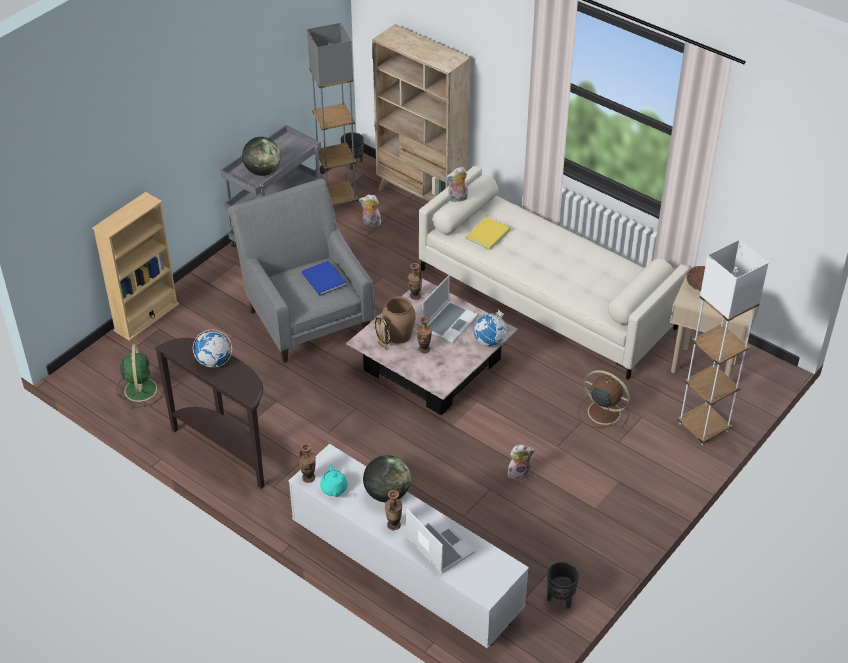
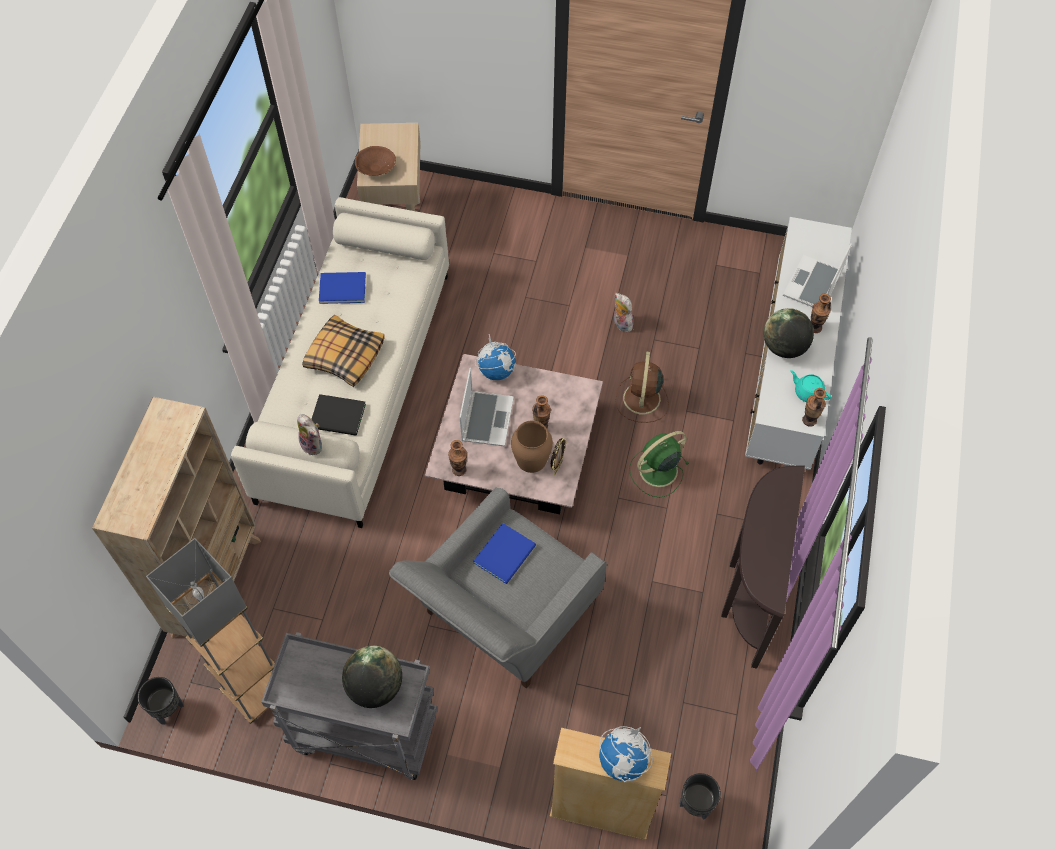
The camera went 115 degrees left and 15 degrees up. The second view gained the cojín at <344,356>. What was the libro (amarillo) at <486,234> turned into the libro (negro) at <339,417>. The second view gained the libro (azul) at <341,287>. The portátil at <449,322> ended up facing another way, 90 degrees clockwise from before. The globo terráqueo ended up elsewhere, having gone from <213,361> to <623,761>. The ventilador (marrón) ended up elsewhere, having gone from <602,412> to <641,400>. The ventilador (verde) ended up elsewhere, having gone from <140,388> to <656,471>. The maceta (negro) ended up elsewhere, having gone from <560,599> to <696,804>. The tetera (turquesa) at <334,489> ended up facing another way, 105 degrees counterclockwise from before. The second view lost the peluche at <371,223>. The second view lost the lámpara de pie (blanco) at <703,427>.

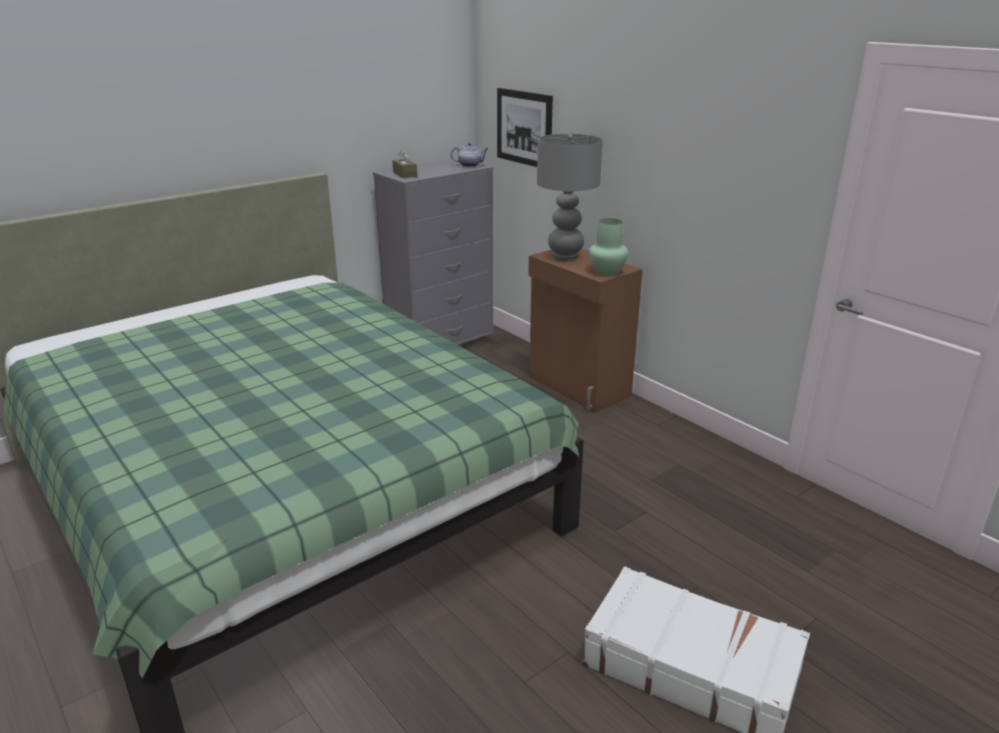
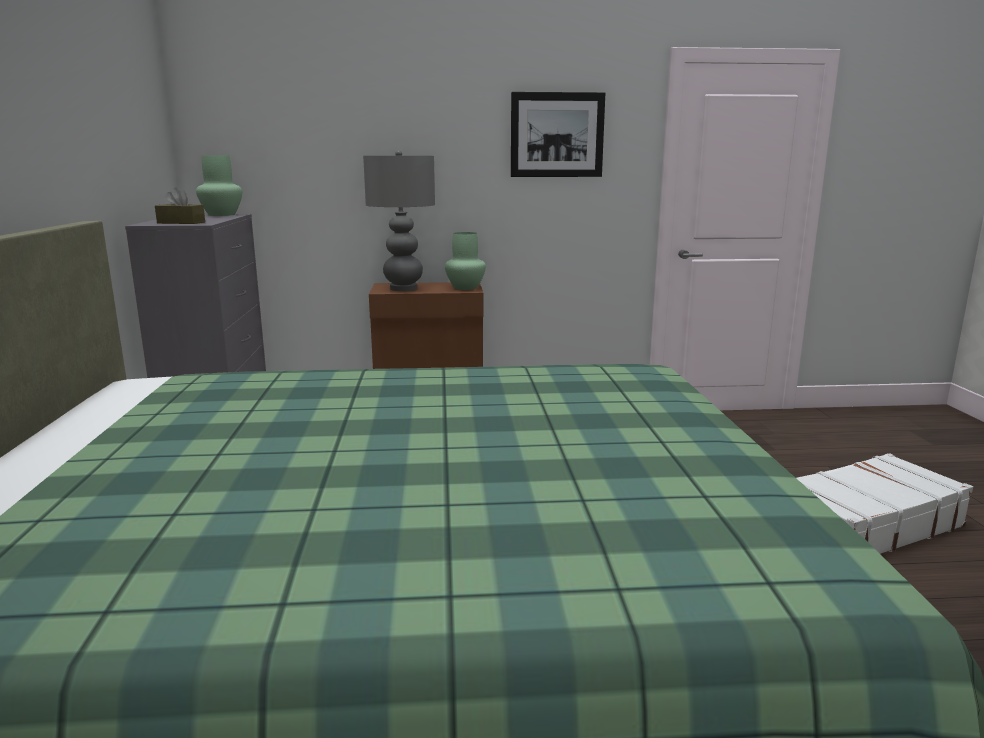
The camera went 55 degrees left and 10 degrees down. Where the tetera stood at <470,165>, the florero (verde) came to stand at <221,214>. The cuadro ended up elsewhere, having gone from <524,128> to <557,135>.

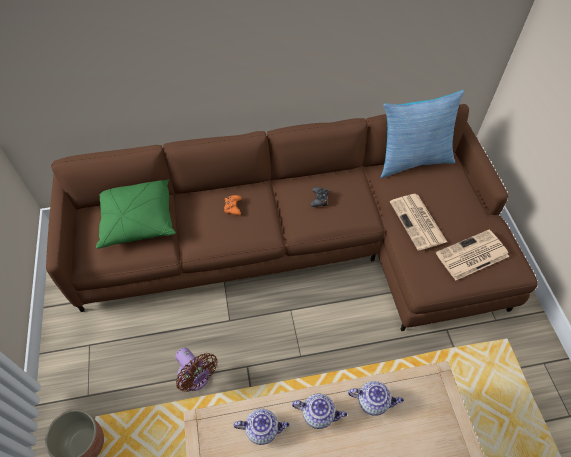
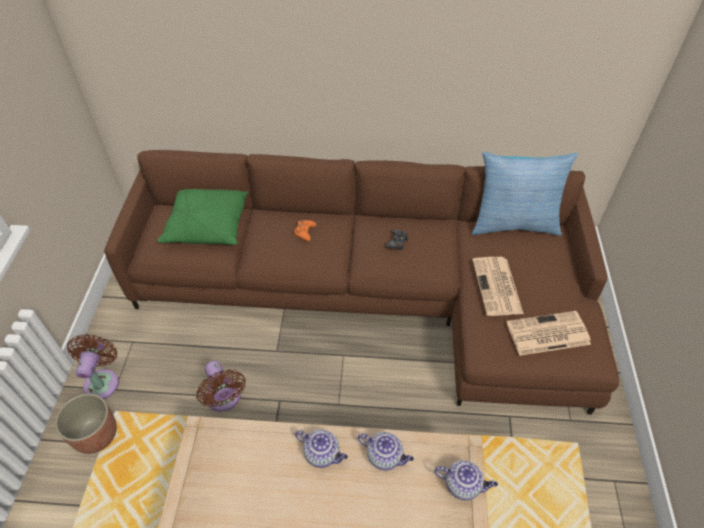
The camera went 15 degrees right and 5 degrees down. The second view gained the ventilador (marrón) at <102,381>. The tetera ended up elsewhere, having gone from <263,429> to <463,485>.

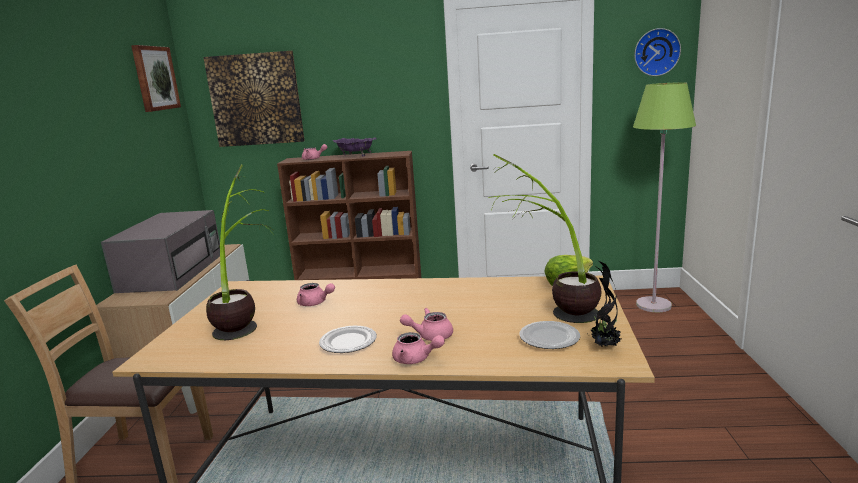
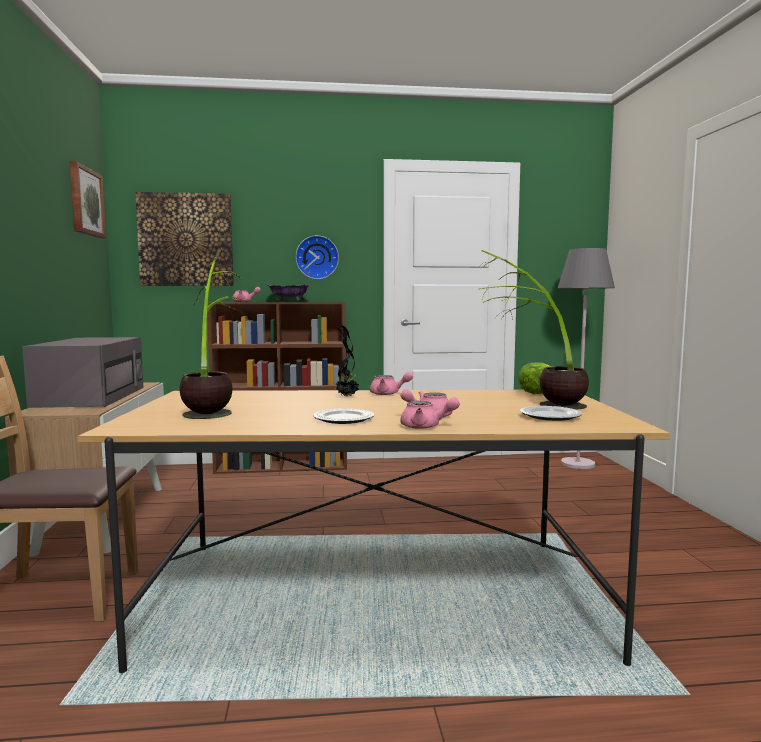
The camera went 10 degrees left and 10 degrees down. The reloj de pared ended up elsewhere, having gone from <656,52> to <317,257>. The planta en maceta ended up elsewhere, having gone from <604,346> to <346,397>. The tetera (rosa) ended up elsewhere, having gone from <315,303> to <388,394>. What was the lámpara de pie (verde) at <653,305> turned into the lámpara de pie (gris) at <577,464>.

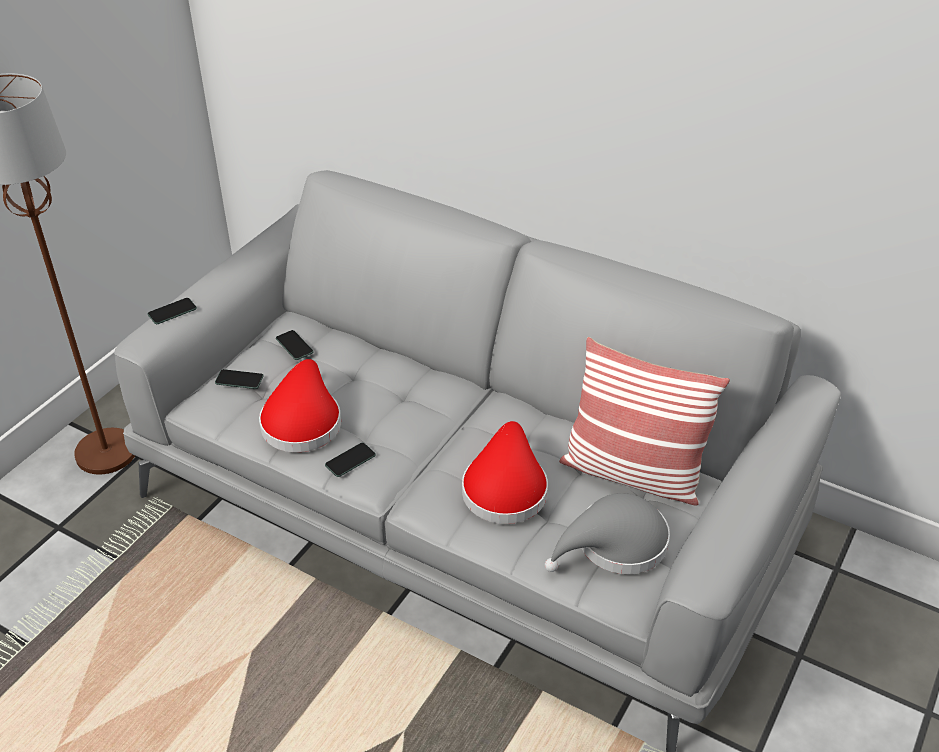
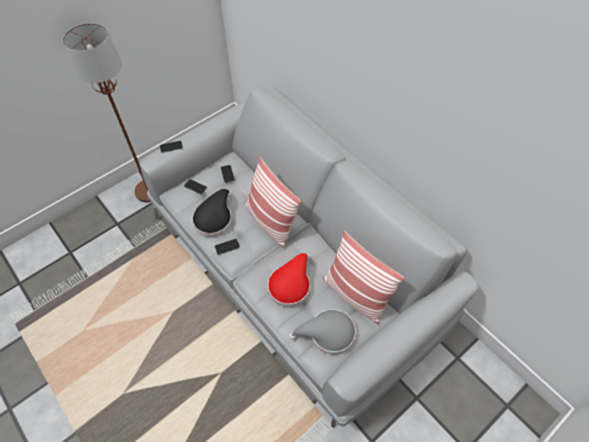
The camera went 20 degrees right and 15 degrees up. What was the sombrero (rojo) at <302,420> turned into the sombrero (negro) at <214,218>. The second view gained the cojín at <270,221>.

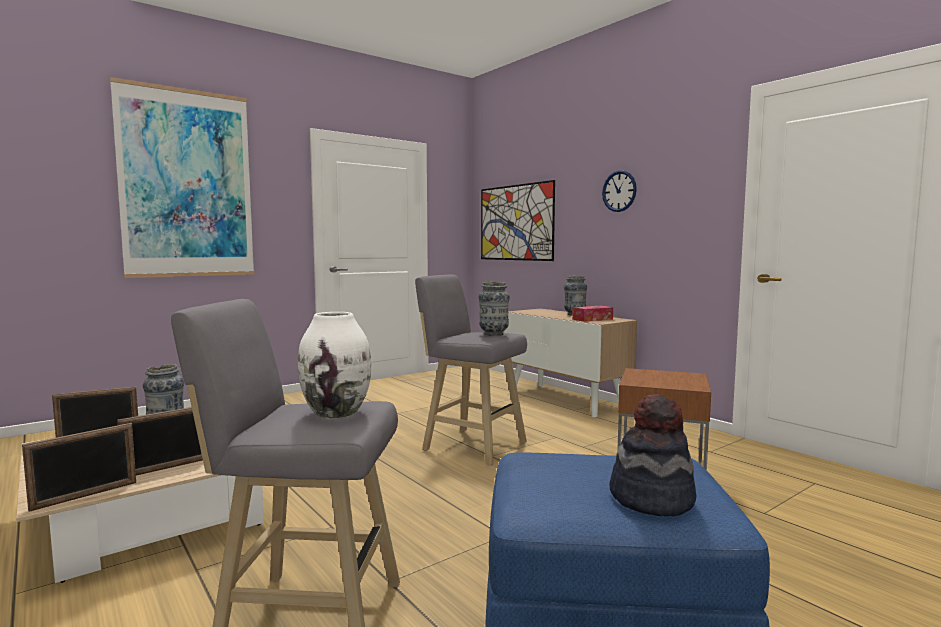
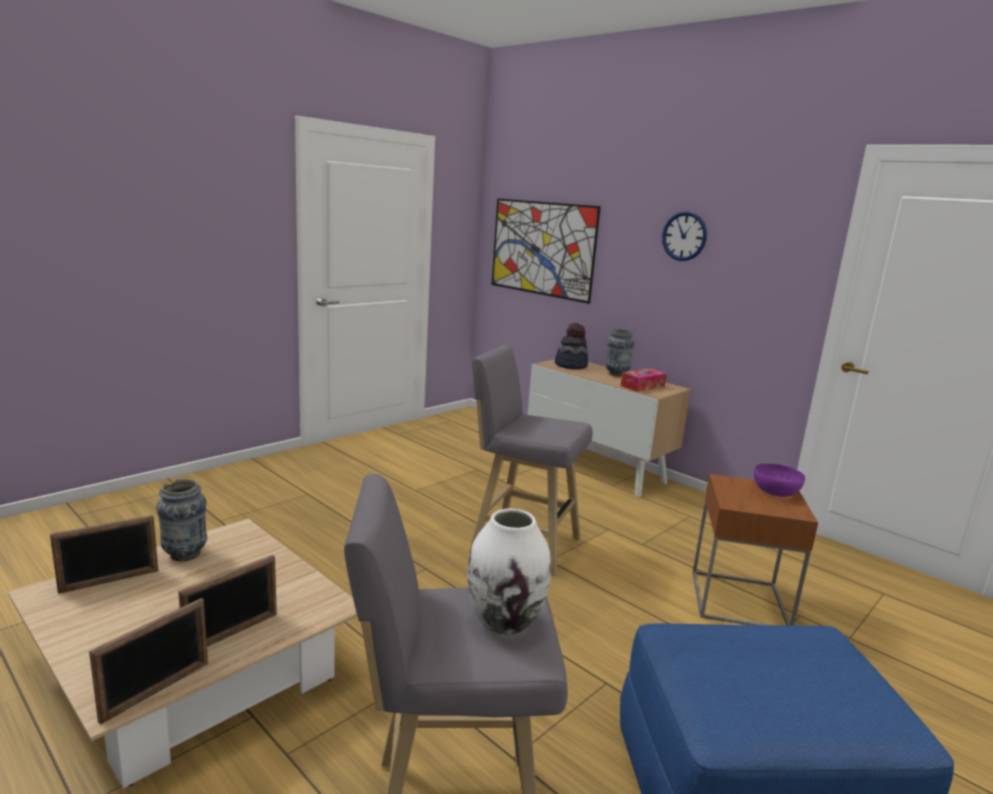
The camera went 10 degrees left and 10 degrees up. The sombrero ended up elsewhere, having gone from <651,499> to <571,365>. The second view gained the cuenco (morado) at <775,492>. The second view lost the cuadro at <187,184>. The second view lost the florero at <494,334>.

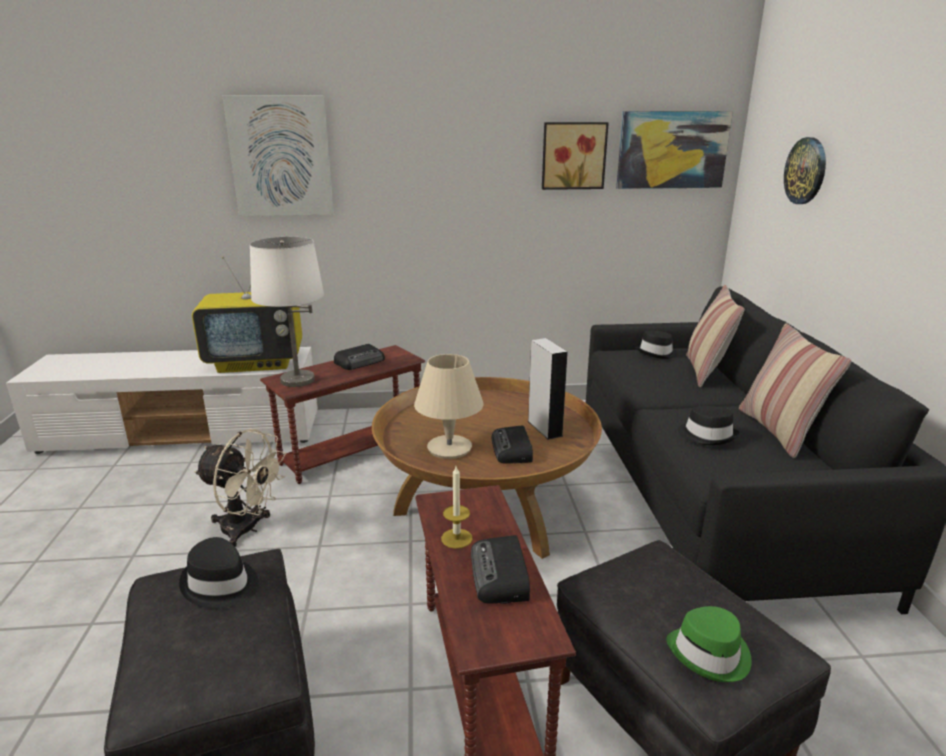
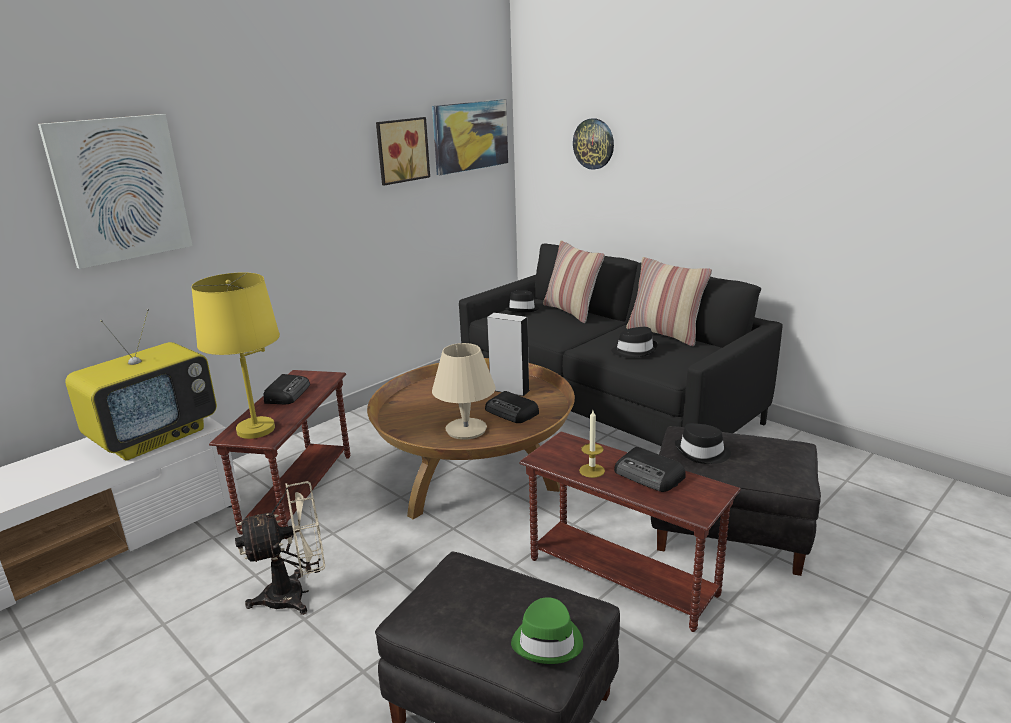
The camera went 40 degrees left and 0 degrees up. What was the lámpara de mesa (blanco) at <297,380> turned into the lámpara de mesa (amarillo) at <256,430>. The sombrero (verde) ended up elsewhere, having gone from <710,654> to <548,641>. The sombrero (negro) ended up elsewhere, having gone from <220,584> to <702,453>.

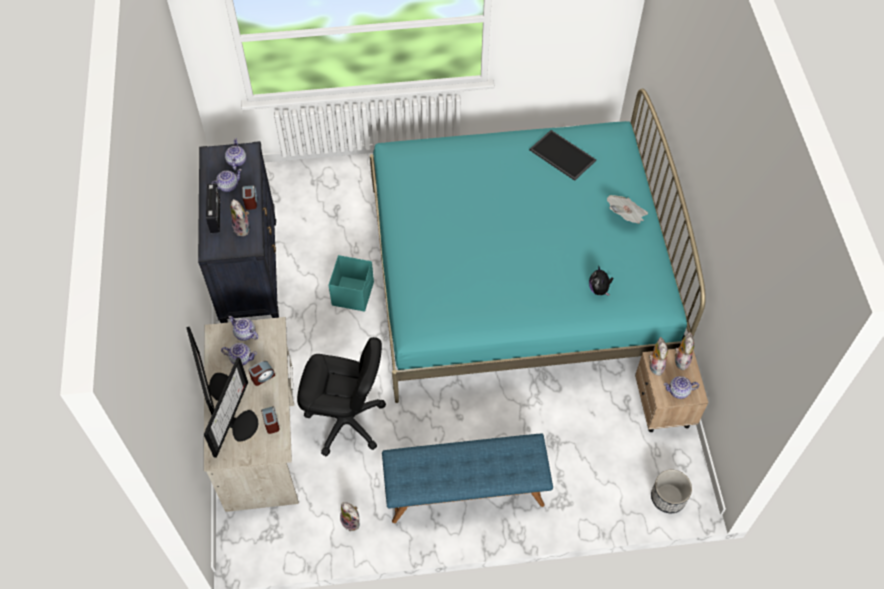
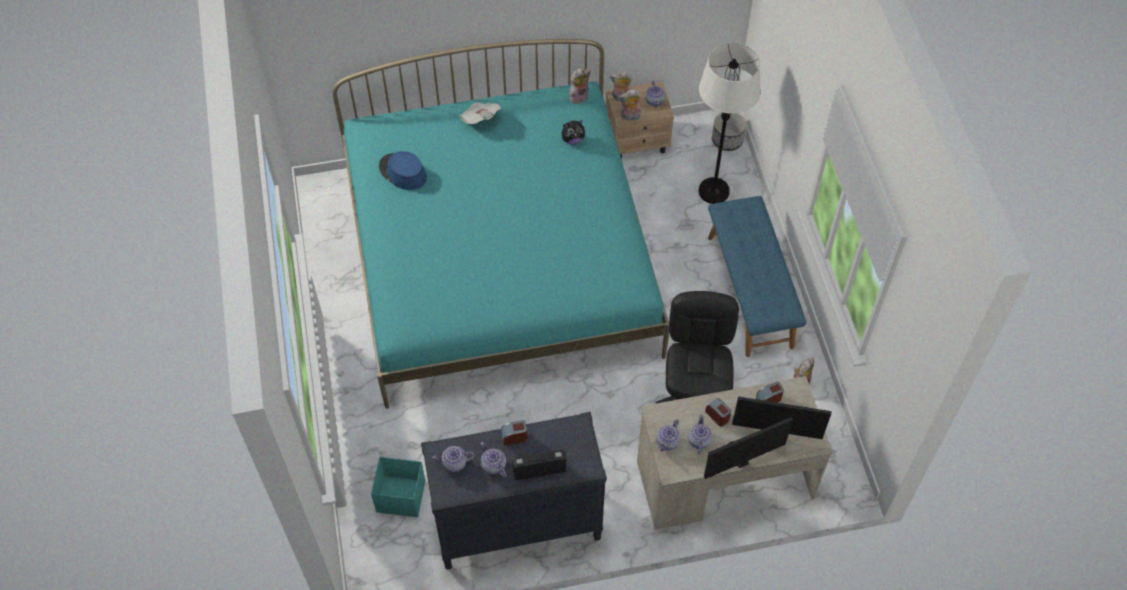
The camera went 95 degrees left and 0 degrees up. The caja de almacenaje (turquesa) ended up elsewhere, having gone from <353,293> to <400,496>. Where the bandeja stood at <561,155>, the sombrero (azul) came to stand at <402,172>. The peluche ended up elsewhere, having gone from <243,228> to <578,96>. The second view gained the lámpara de pie (blanco) at <714,191>.

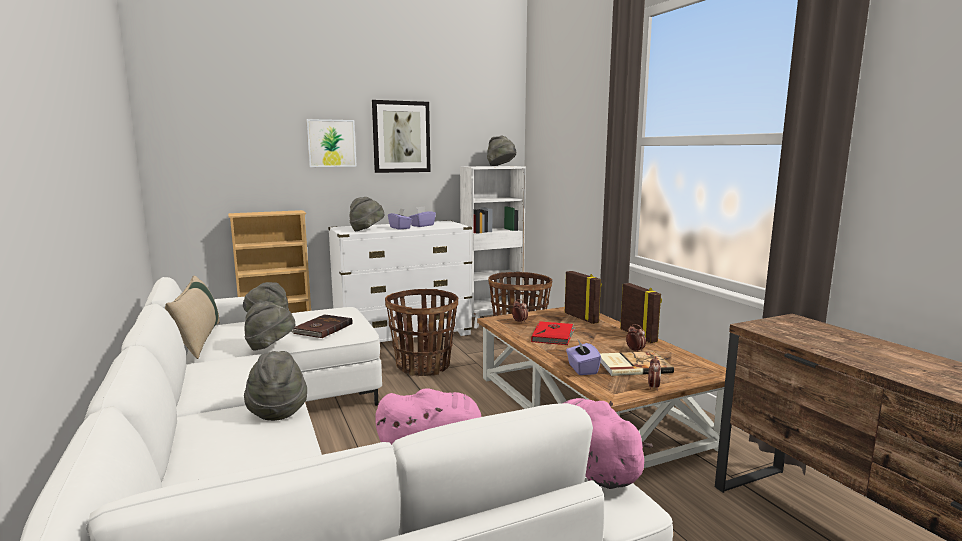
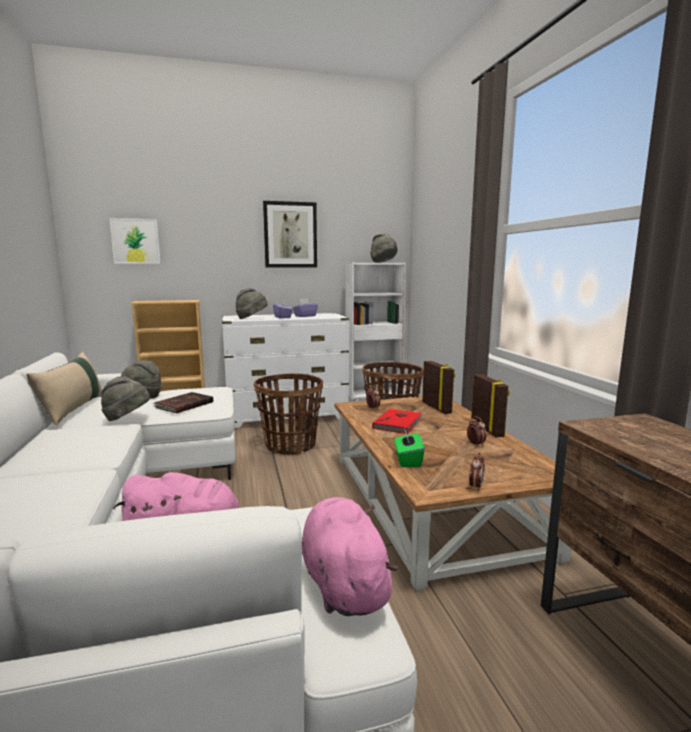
The camera went 10 degrees right and 0 degrees up. The cuadro ended up elsewhere, having gone from <331,143> to <135,241>. What was the caja de pañuelos (morado) at <582,369> turned into the caja de pañuelos (verde) at <408,460>. The second view lost the sombrero (gris) at <277,410>. The second view lost the libro at <632,365>.

